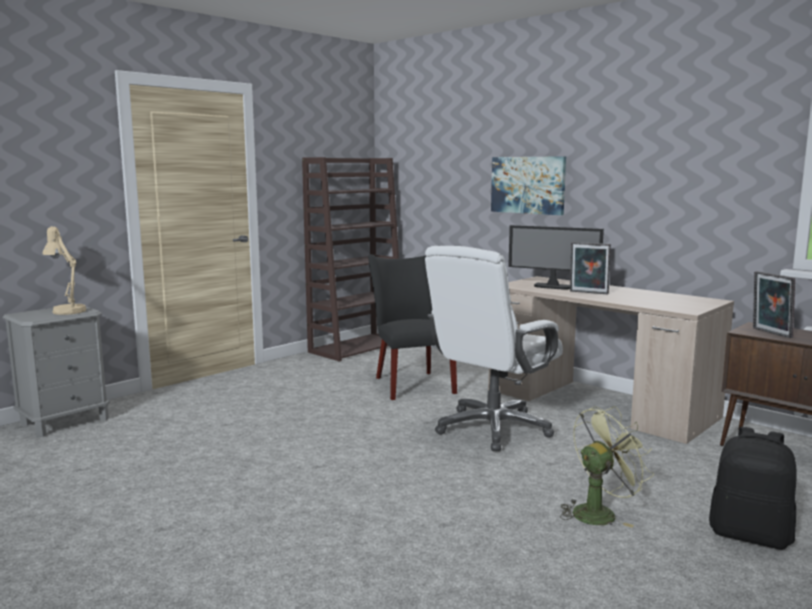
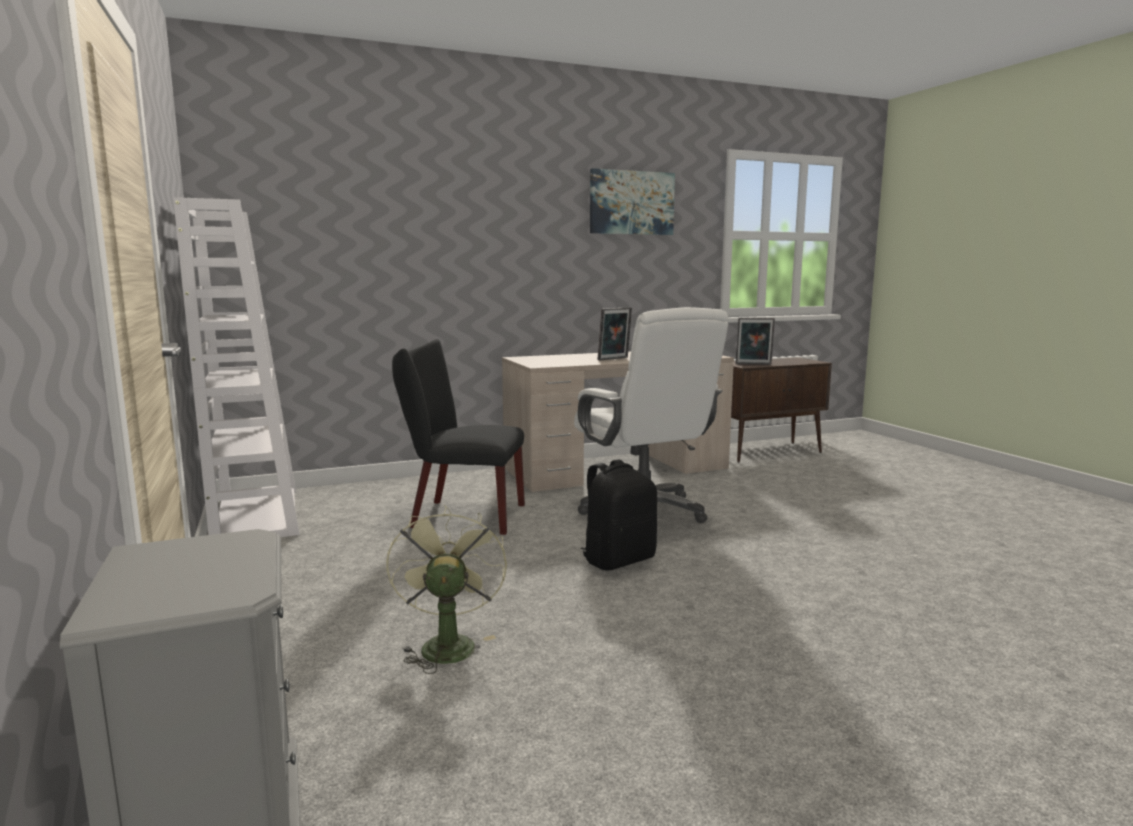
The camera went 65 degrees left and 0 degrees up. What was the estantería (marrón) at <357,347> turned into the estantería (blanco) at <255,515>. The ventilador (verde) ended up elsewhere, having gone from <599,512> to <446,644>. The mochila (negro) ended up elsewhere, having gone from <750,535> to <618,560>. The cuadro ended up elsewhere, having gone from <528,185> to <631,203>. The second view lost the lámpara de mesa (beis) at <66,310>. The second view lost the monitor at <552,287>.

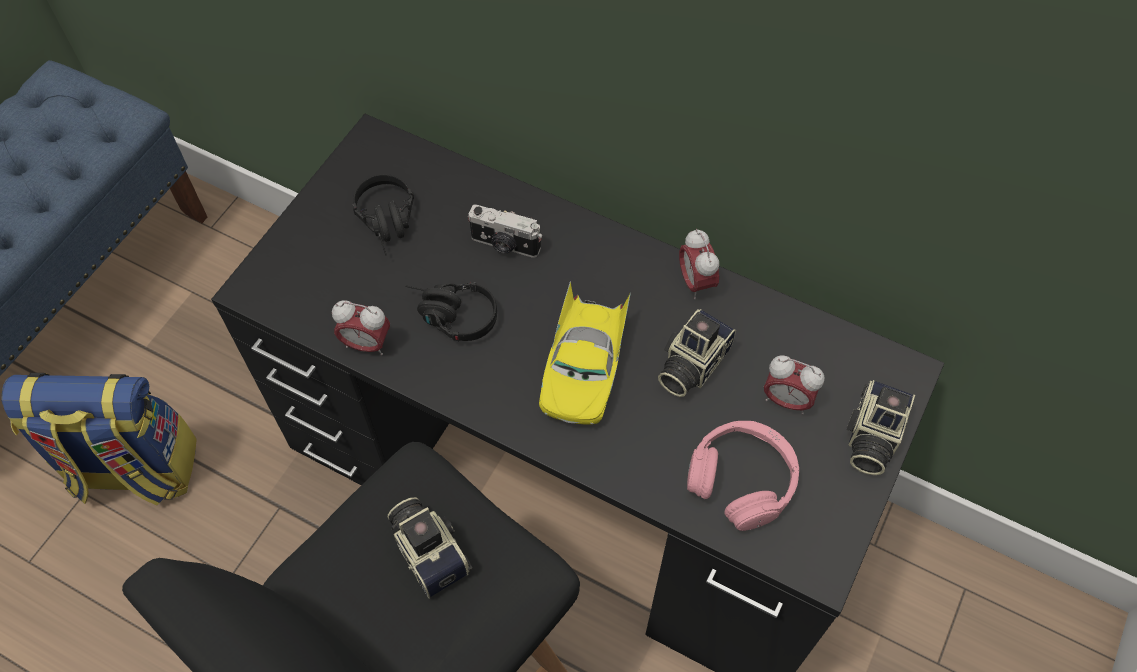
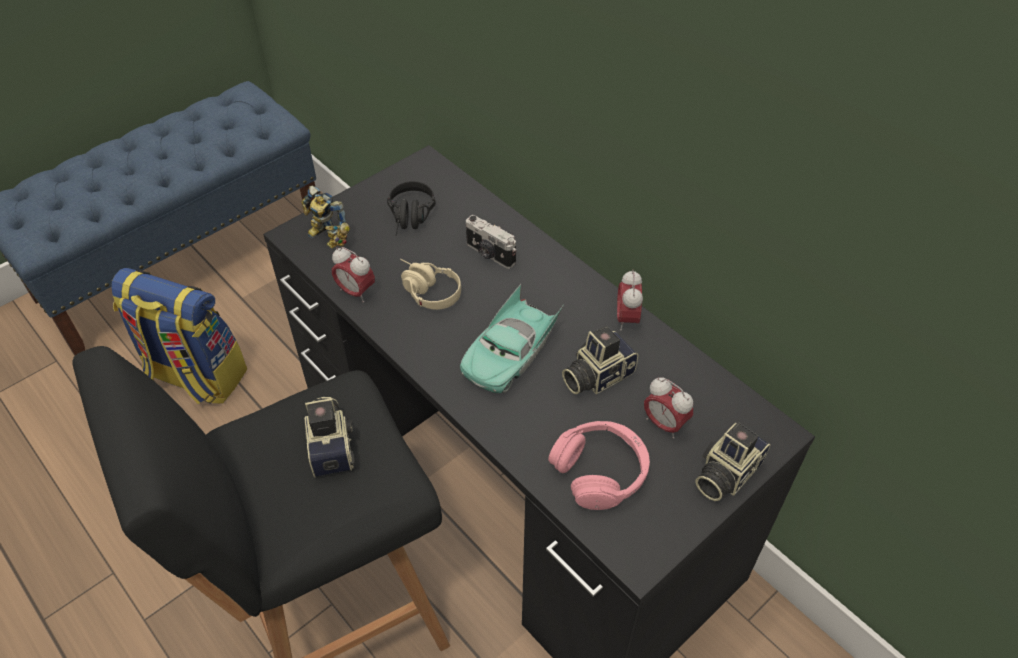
The camera went 20 degrees right and 10 degrees down. The second view gained the robot de juguete at <326,239>. What was the auriculares (negro) at <449,316> turned into the auriculares (beis) at <425,290>. What was the coche de juguete (amarillo) at <584,367> turned into the coche de juguete (turquesa) at <510,353>.

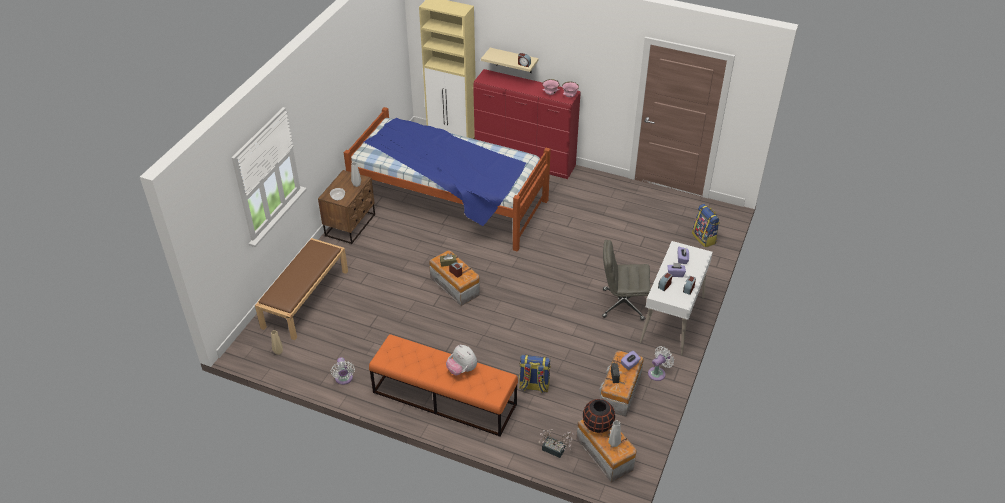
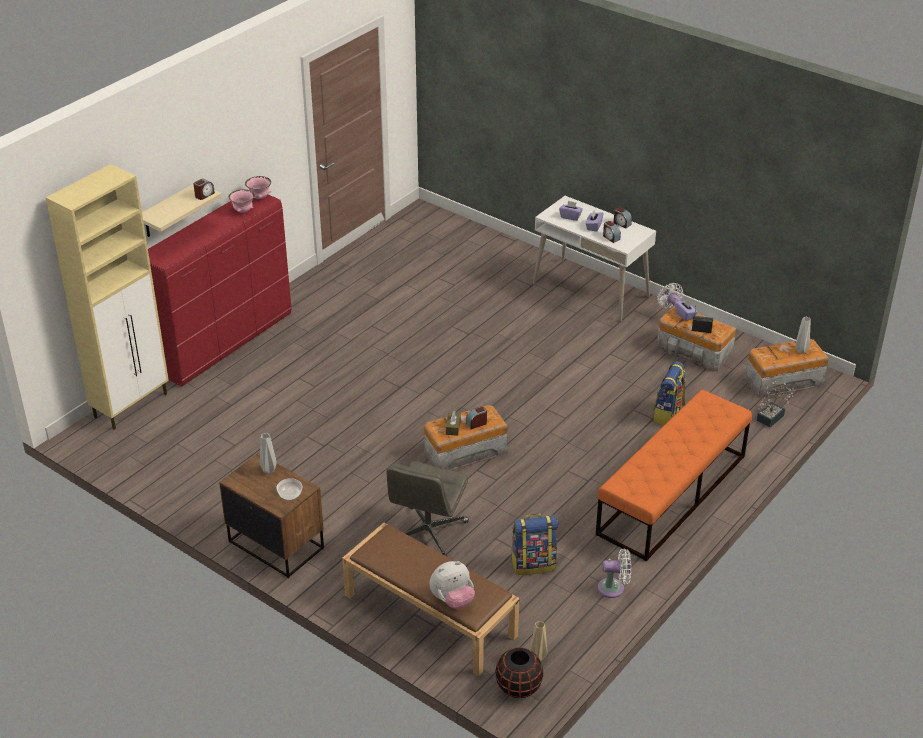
The camera went 75 degrees left and 5 degrees down. The silla de oficina (gris) ended up elsewhere, having gone from <622,304> to <427,535>. The peluche ended up elsewhere, having gone from <462,370> to <452,600>. The florero (negro) ended up elsewhere, having gone from <597,425> to <518,687>. The mochila ended up elsewhere, having gone from <704,238> to <533,563>. The second view lost the cama at <449,203>.

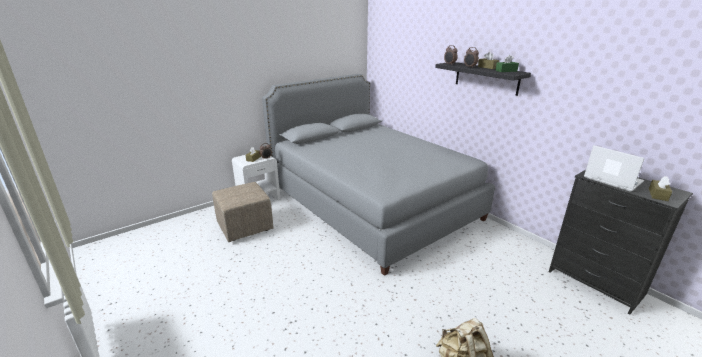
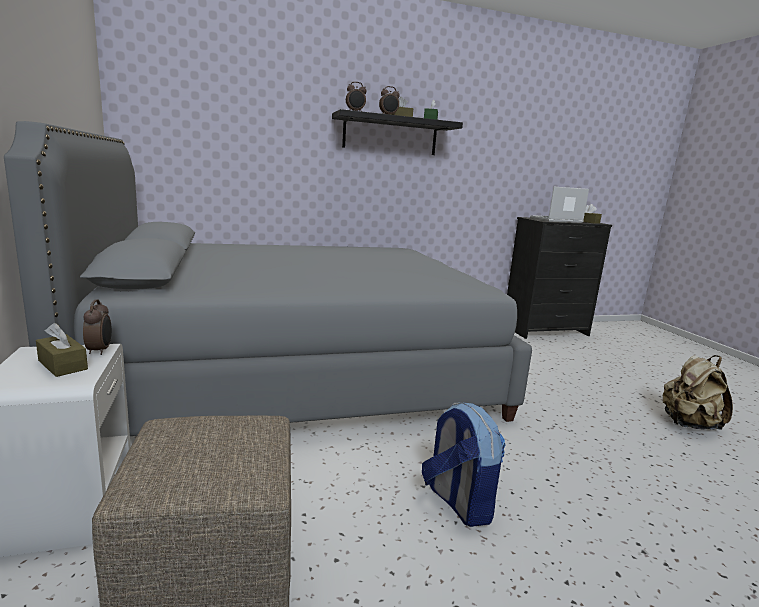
The camera went 70 degrees left and 10 degrees down. The second view gained the mochila at <458,502>.

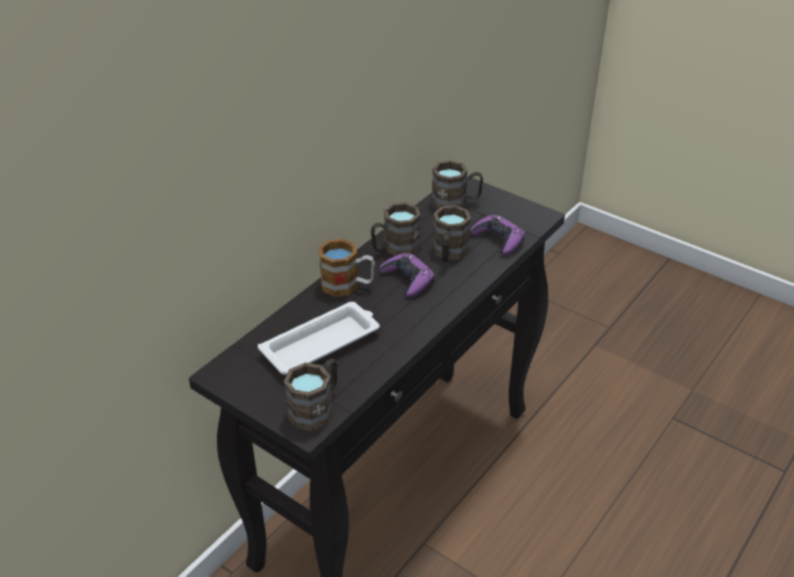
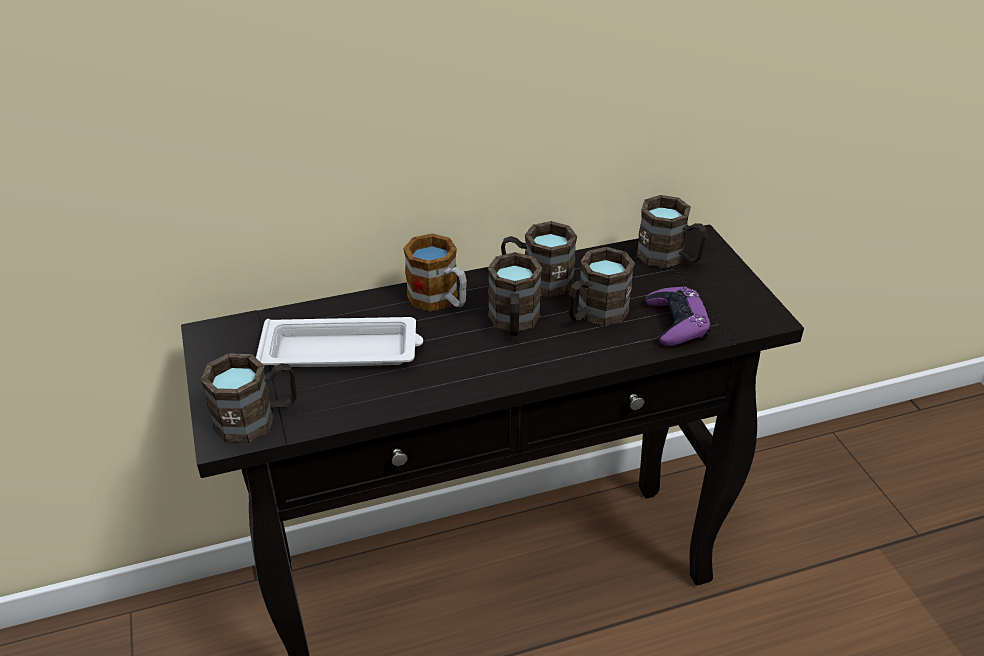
The camera went 35 degrees right and 0 degrees up. Where the mando de consola (morado) stood at <408,279>, the taza grande (marrón) came to stand at <514,323>.

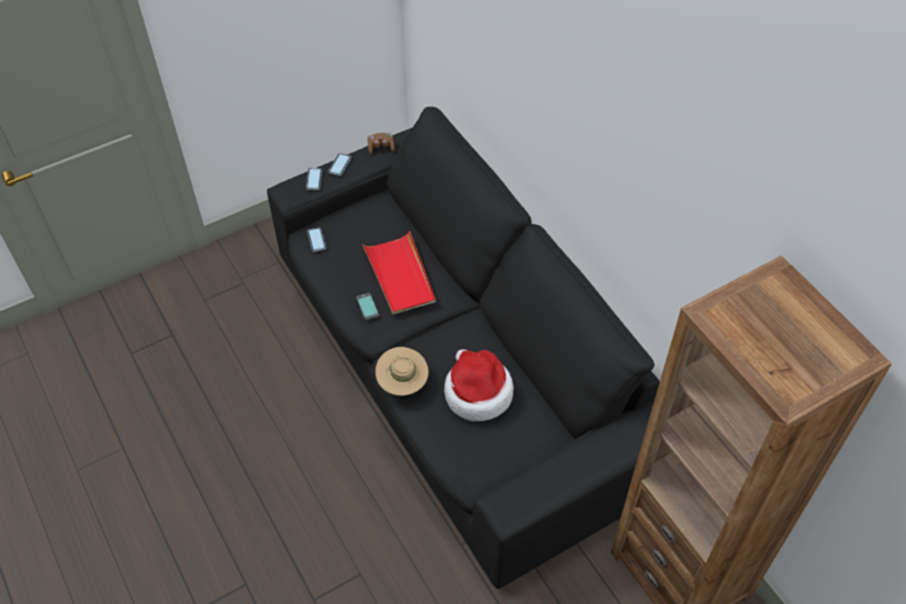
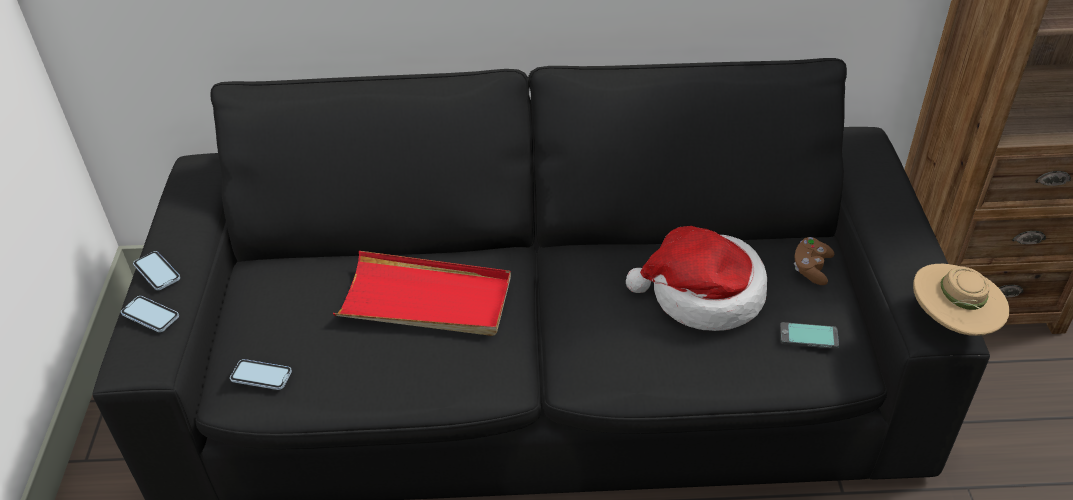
The camera went 60 degrees left and 10 degrees down. The móvil ended up elsewhere, having gone from <367,307> to <808,337>. The mando de consola (marrón) ended up elsewhere, having gone from <381,147> to <811,268>. The sombrero (beis) ended up elsewhere, having gone from <402,382> to <951,323>.

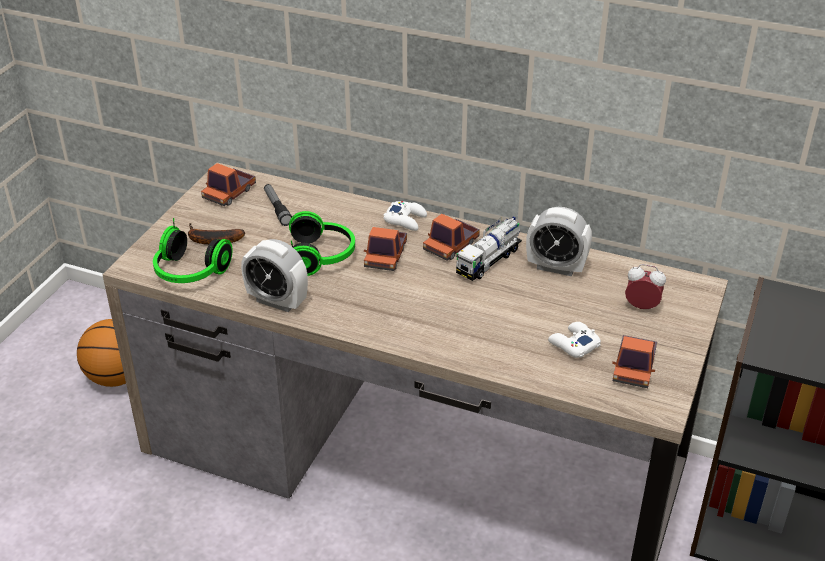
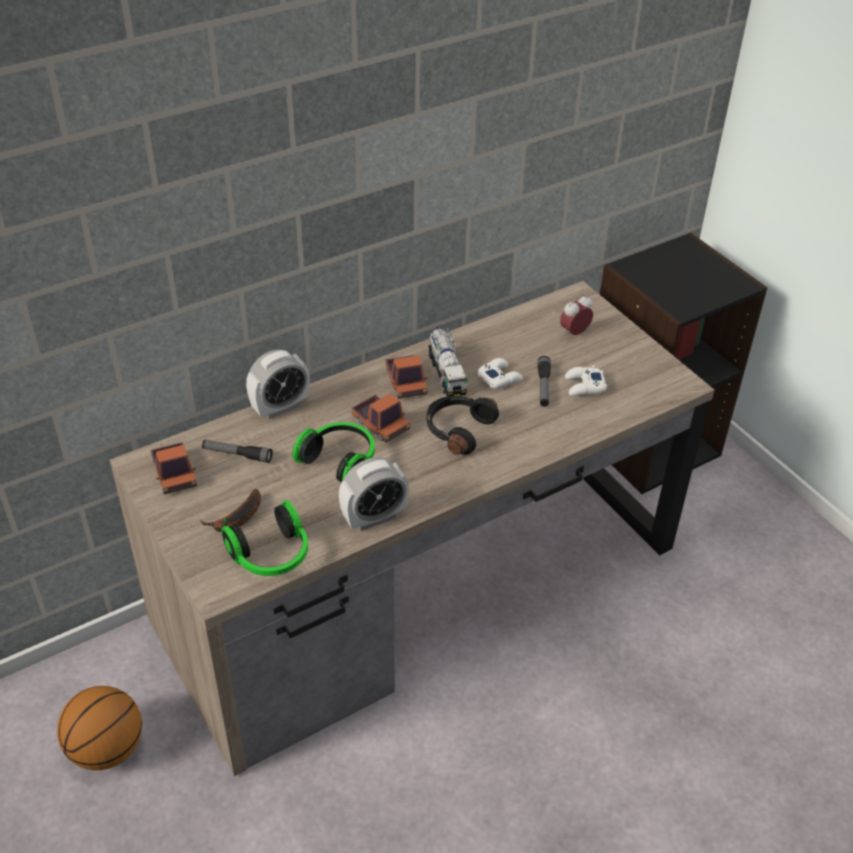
The camera went 55 degrees left and 5 degrees up. The despertador ended up elsewhere, having gone from <556,267> to <280,407>. The second view gained the auriculares (negro) at <457,430>. The mando de consola (blanco) ended up elsewhere, having gone from <405,220> to <499,378>. The second view gained the linterna at <543,386>. The second view lost the camión de juguete at <633,368>.

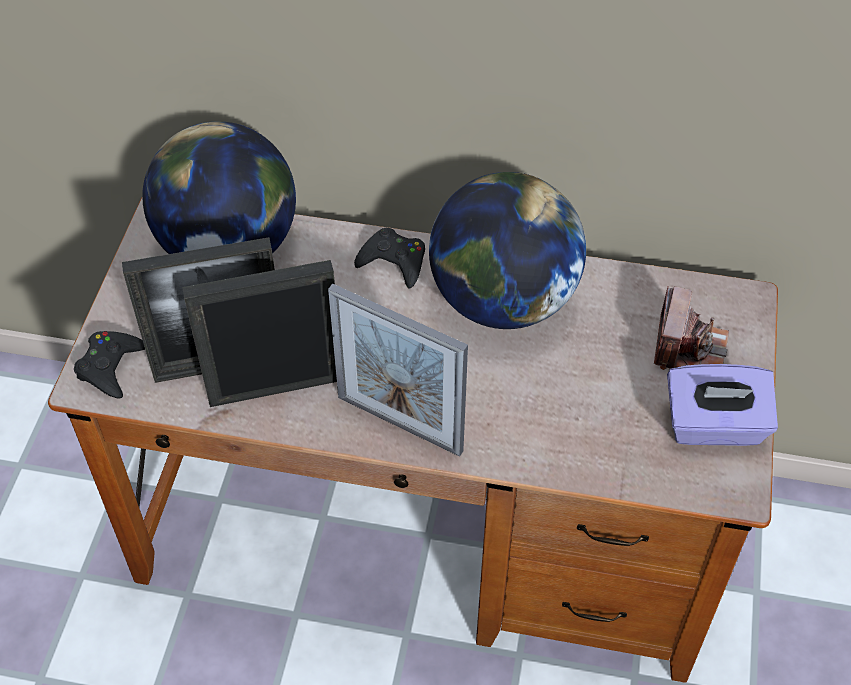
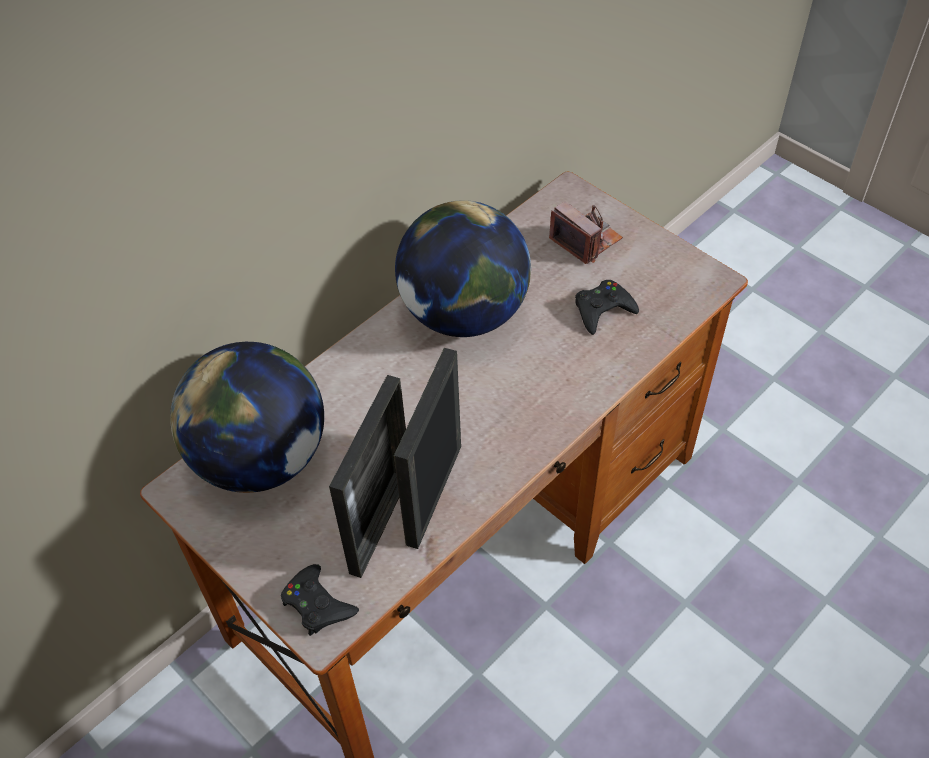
The camera went 55 degrees left and 0 degrees up. The mando de consola (negro) ended up elsewhere, having gone from <394,262> to <602,310>. The second view lost the portarretratos at <399,424>. The second view lost the caja de pañuelos (morado) at <714,426>.

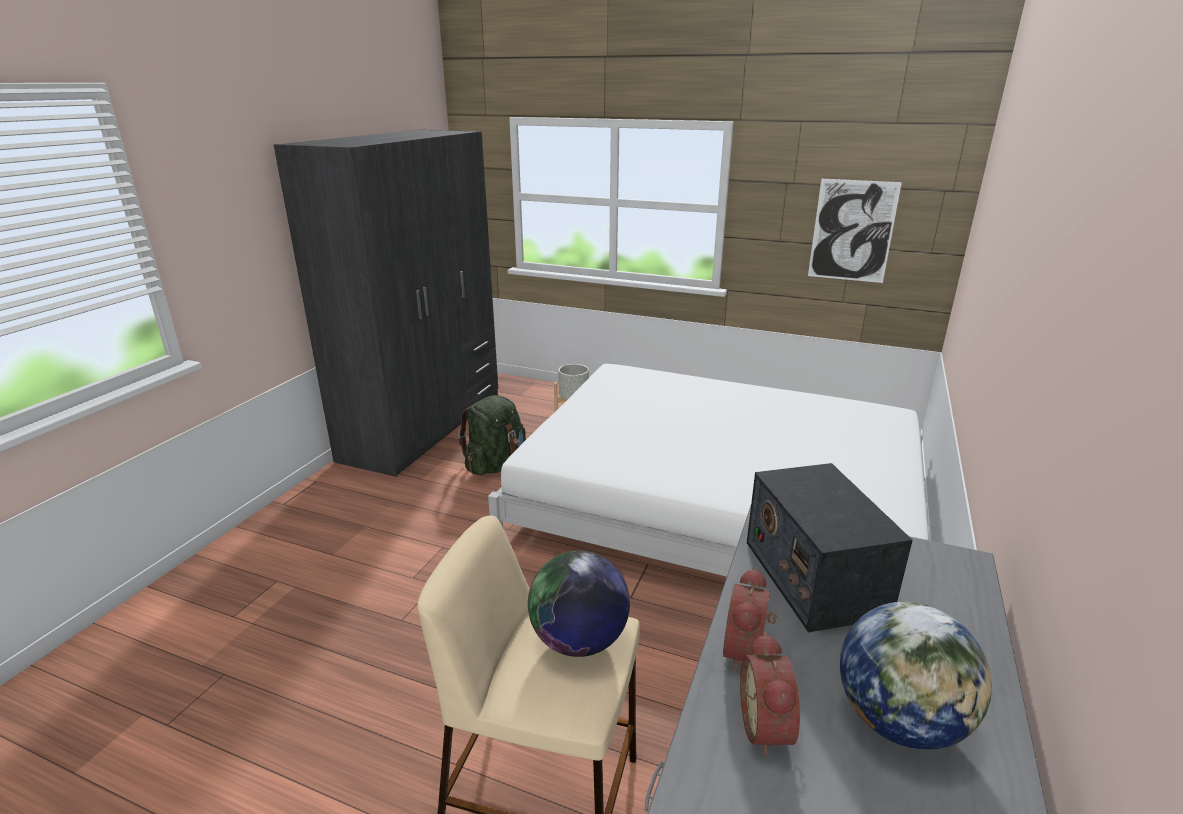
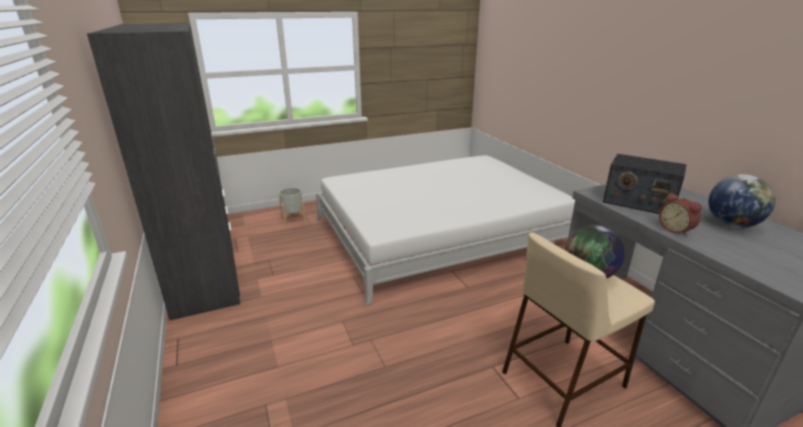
The camera went 45 degrees left and 0 degrees up. The second view lost the mochila (verde) at <495,465>. The second view lost the despertador at <769,727>. The second view lost the cuadro at <852,231>.

